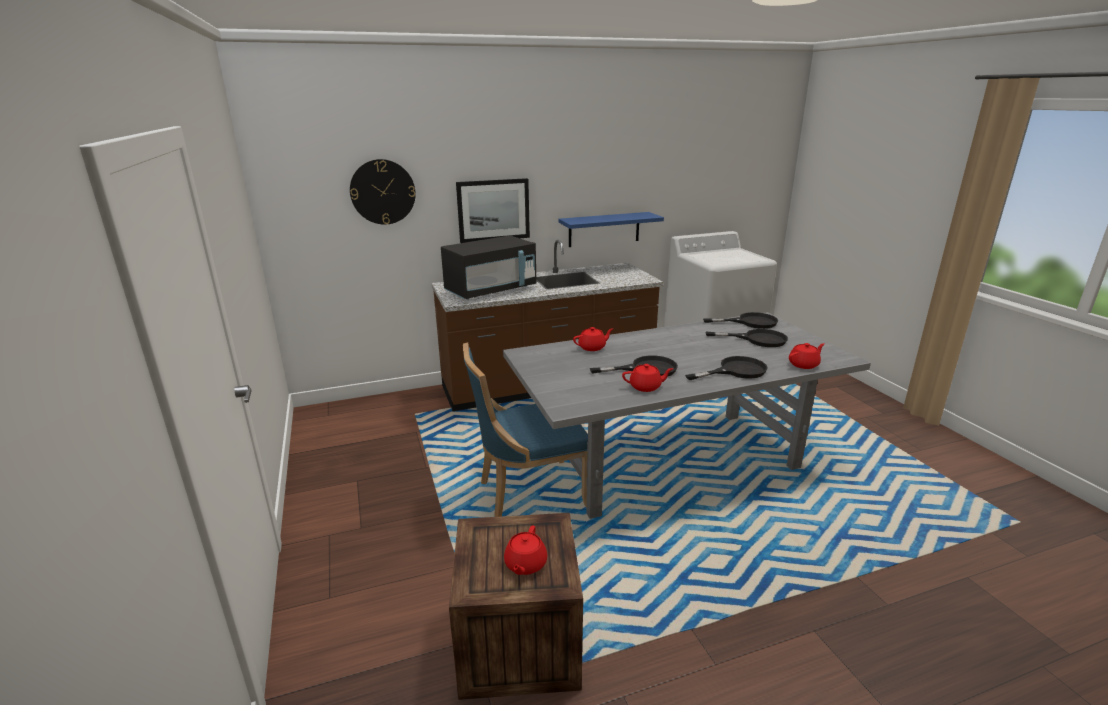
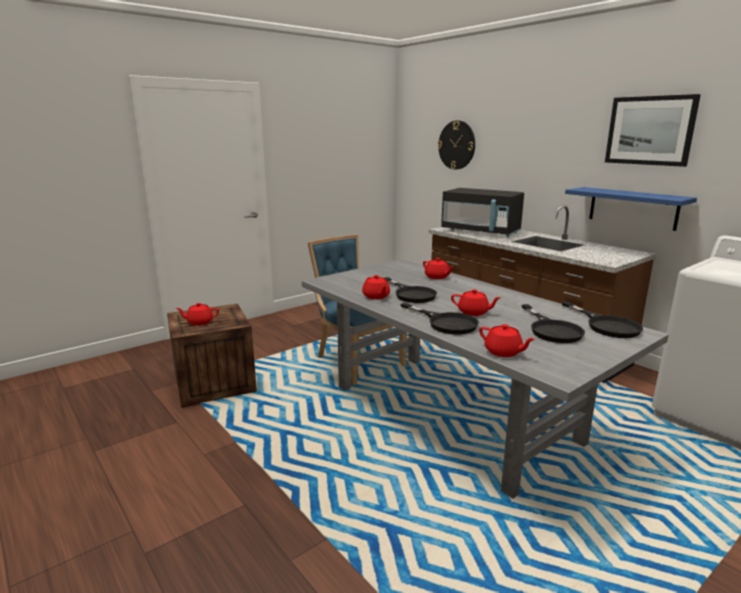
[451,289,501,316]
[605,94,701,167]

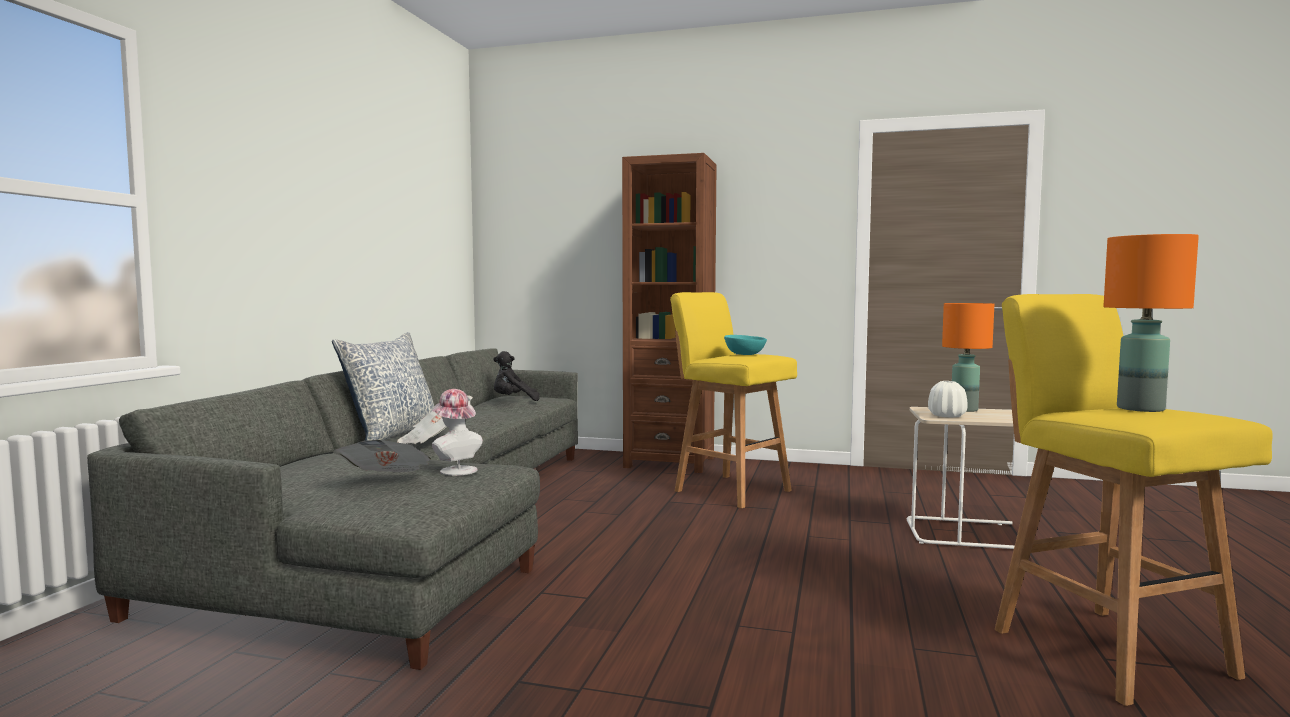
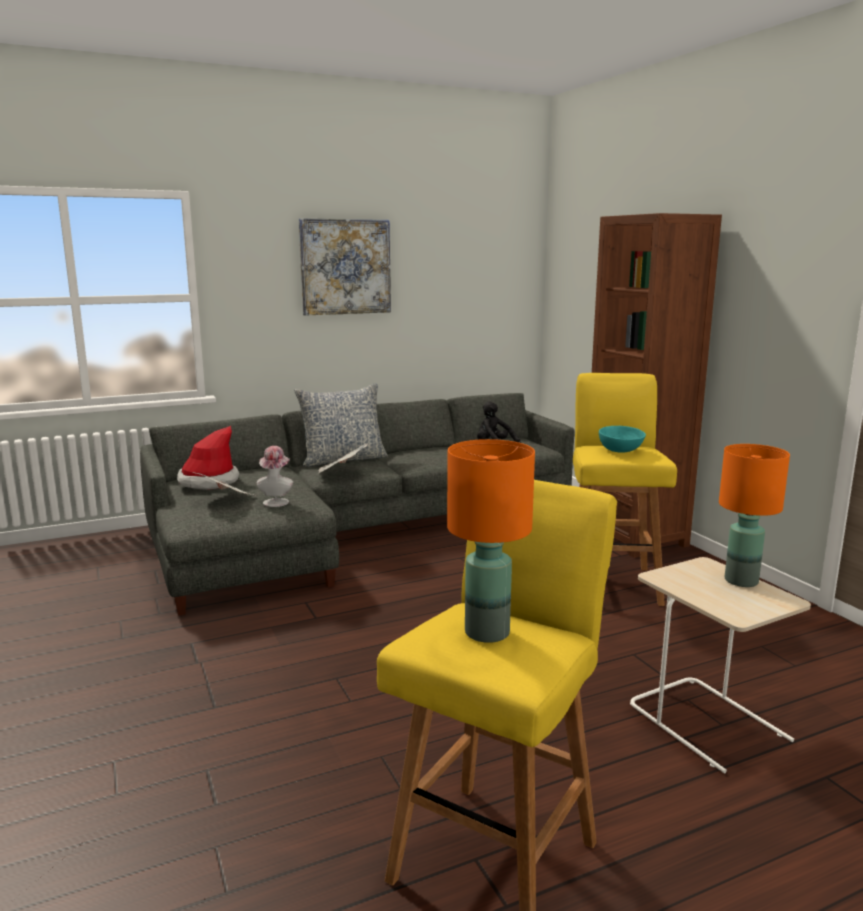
[177,426,239,490]
[299,218,391,316]
[928,381,968,418] (first image)

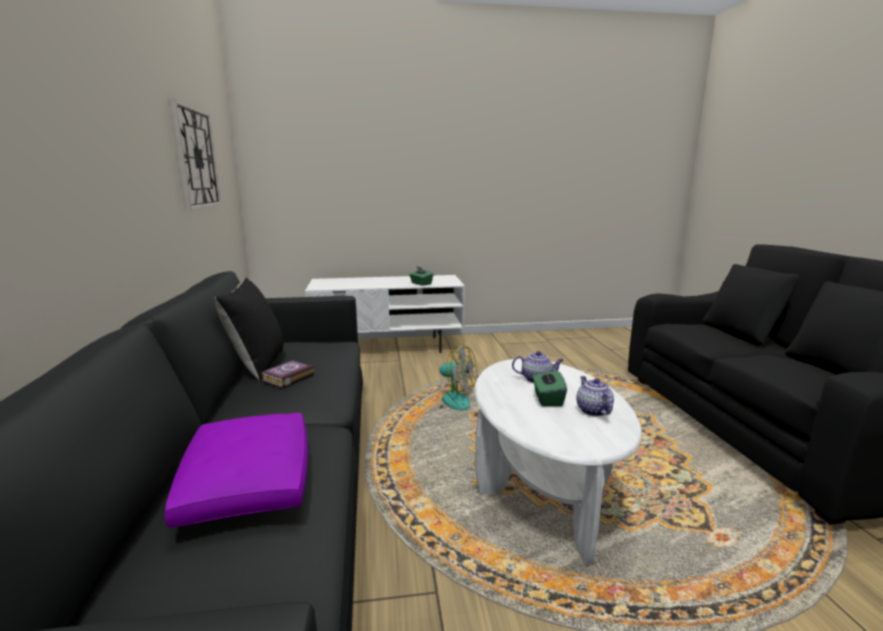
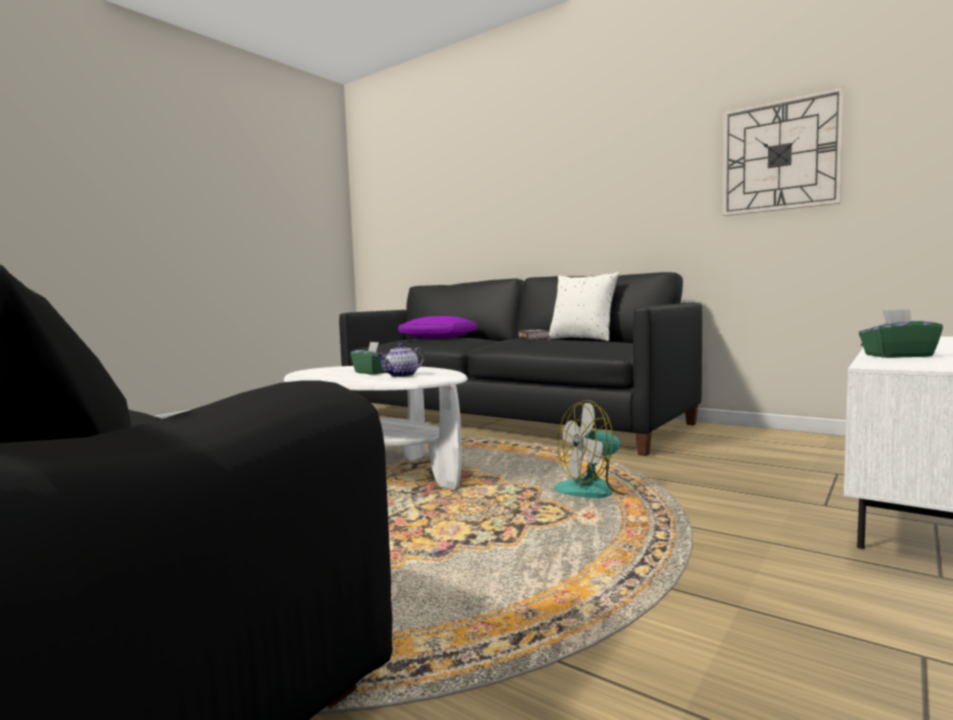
[548,272,619,341]
[576,376,614,416] (first image)

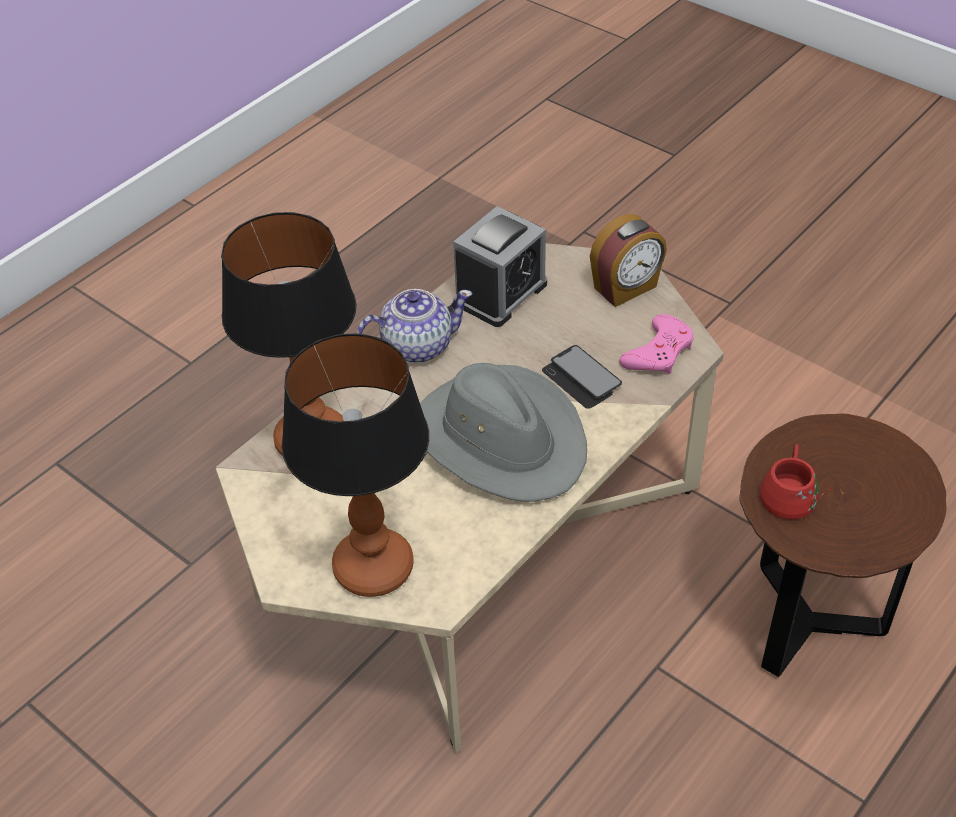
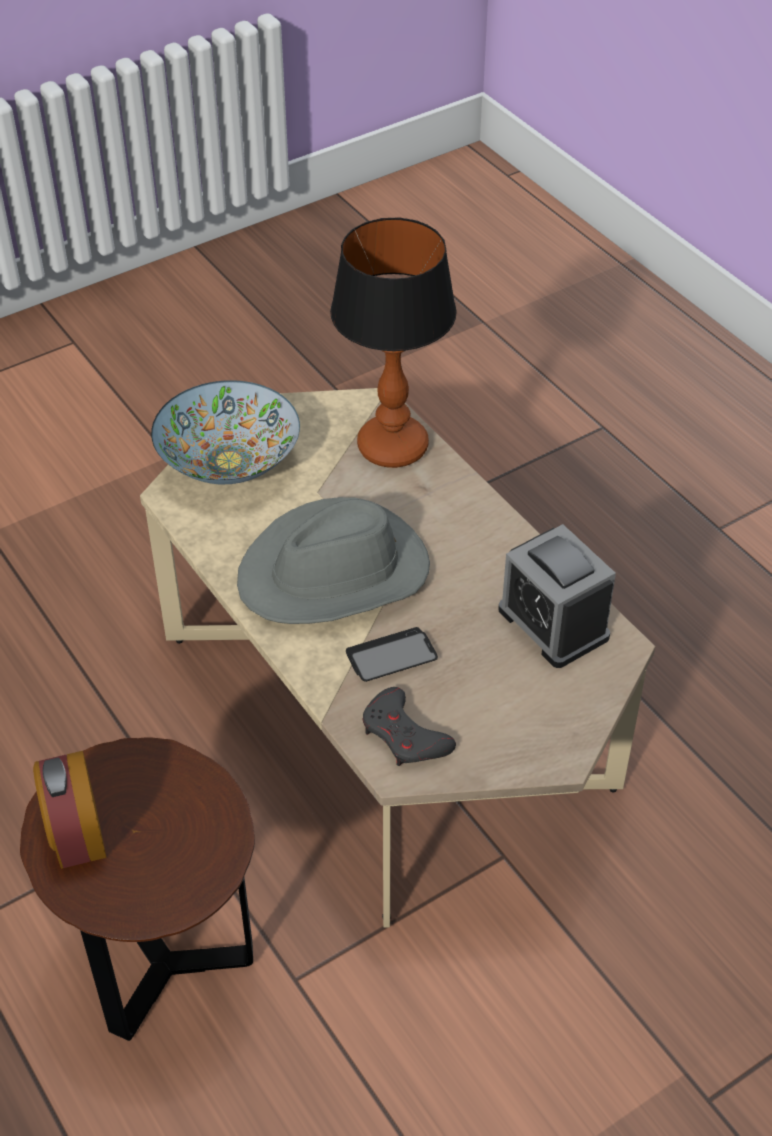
[33,751,106,869]
[151,380,300,484]
[362,687,456,766]
[357,289,472,363] (first image)
[760,444,832,519] (first image)

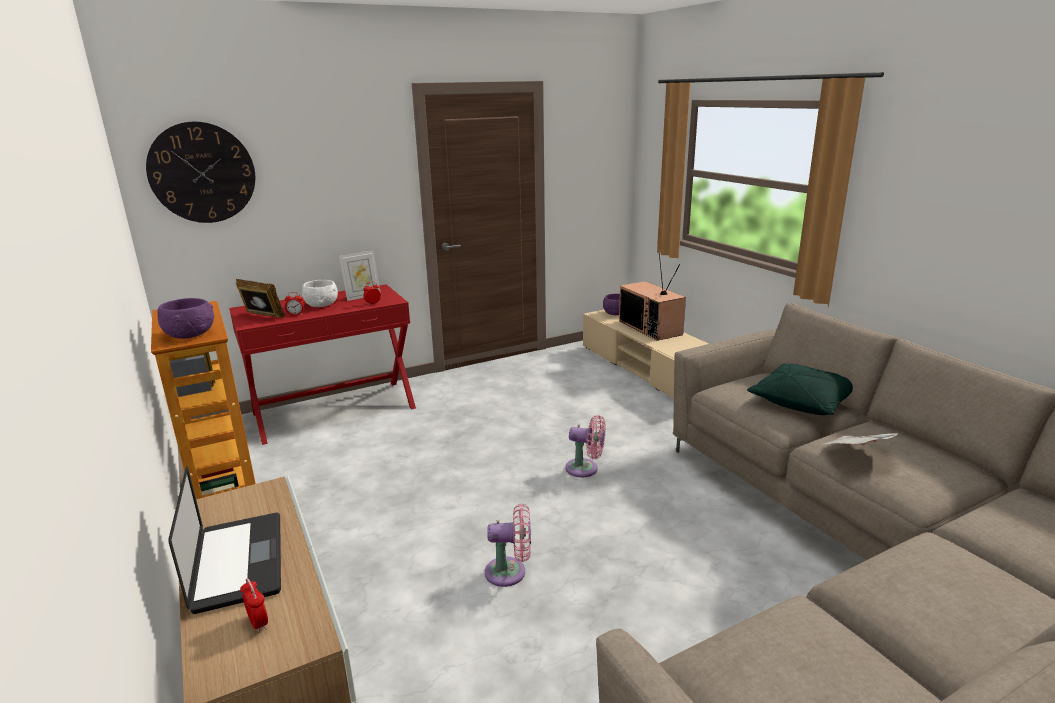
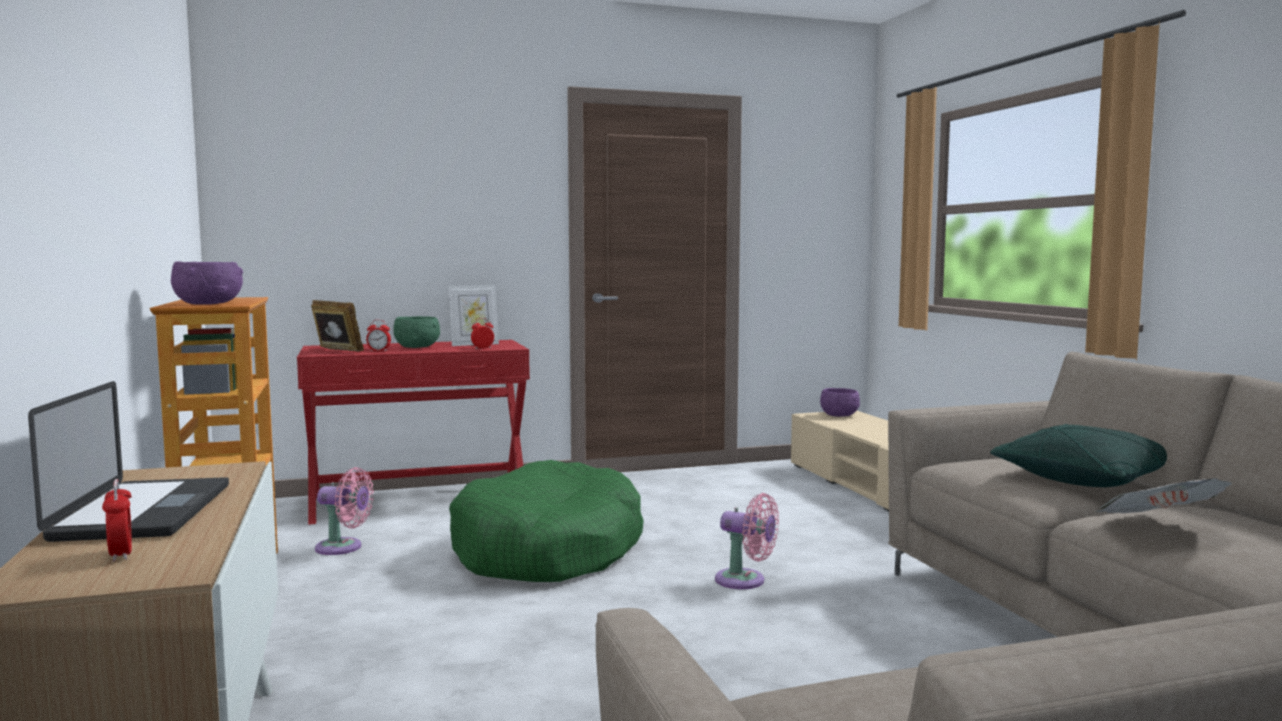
[315,467,374,555]
[393,316,440,348]
[449,460,644,582]
[146,122,255,223] (first image)
[619,253,686,341] (first image)

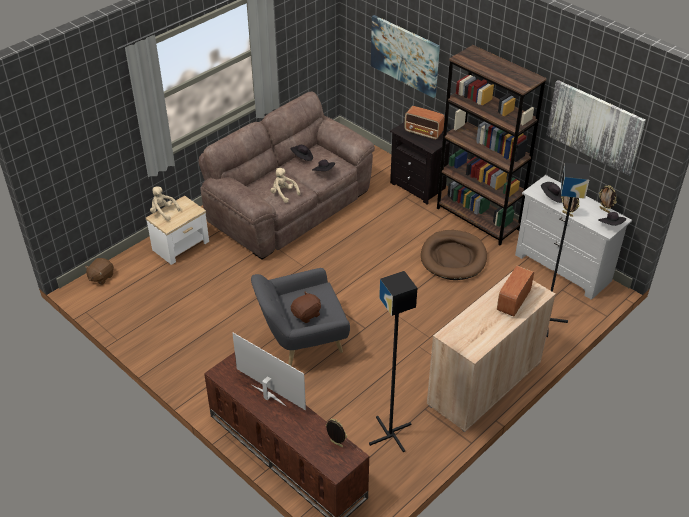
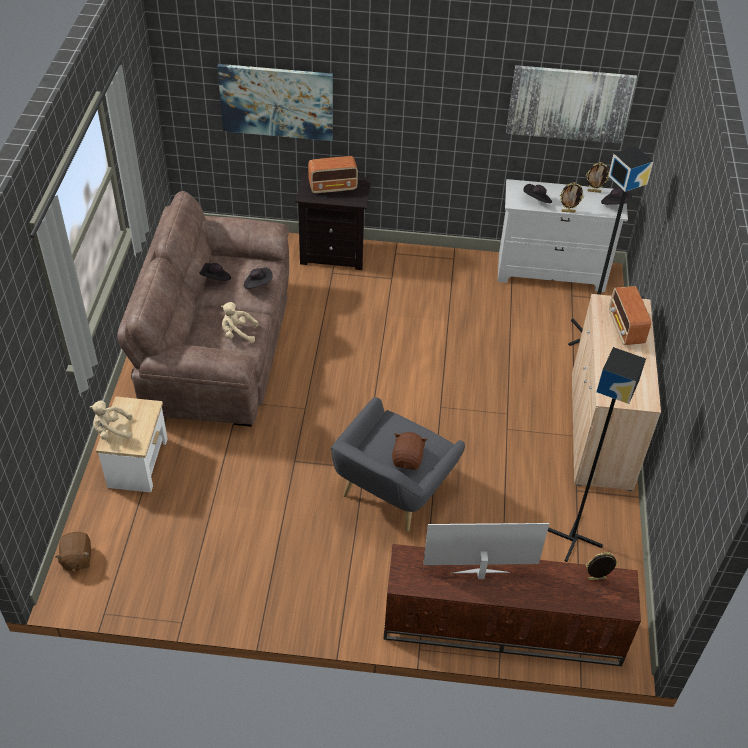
[421,230,487,280] (first image)
[437,45,547,245] (first image)

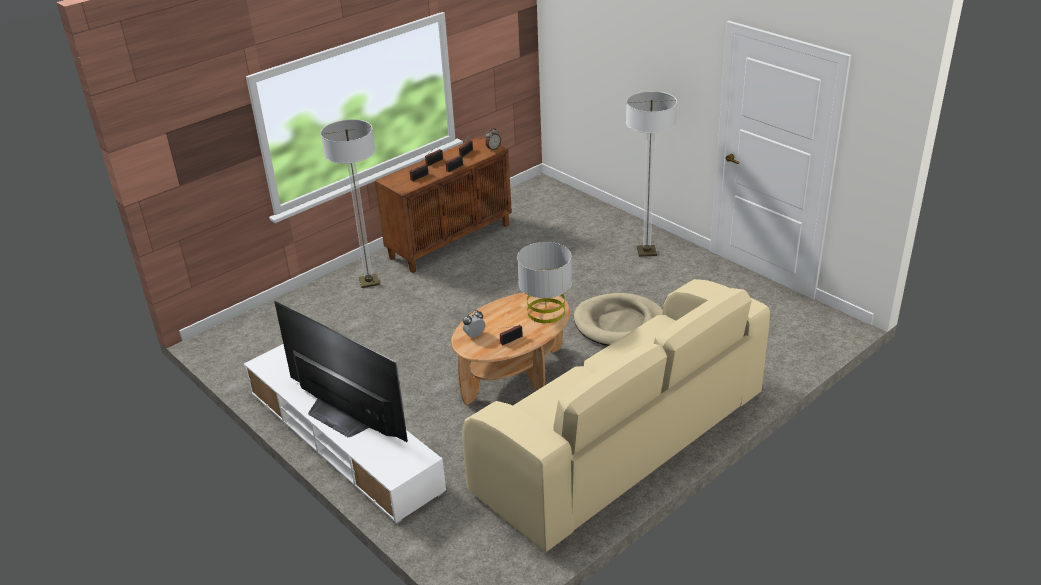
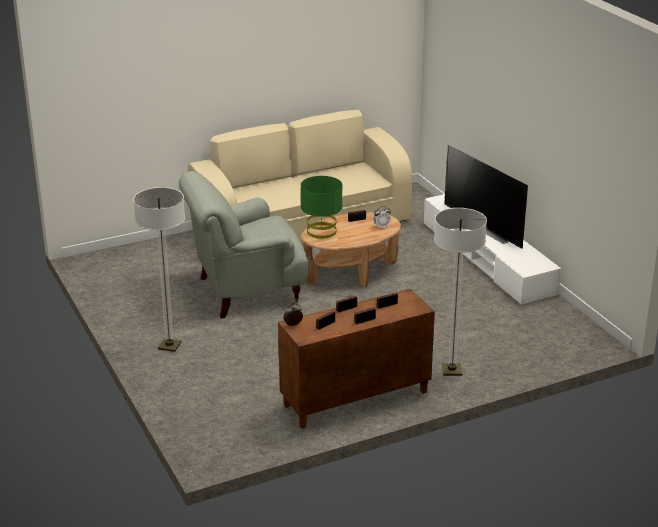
[179,171,308,319]
[301,176,343,239]

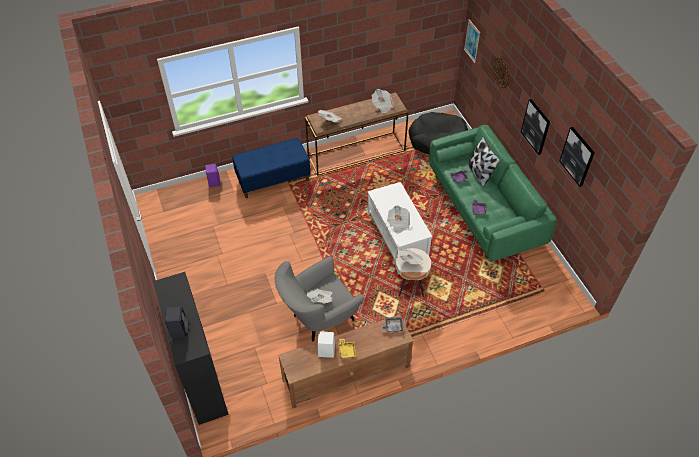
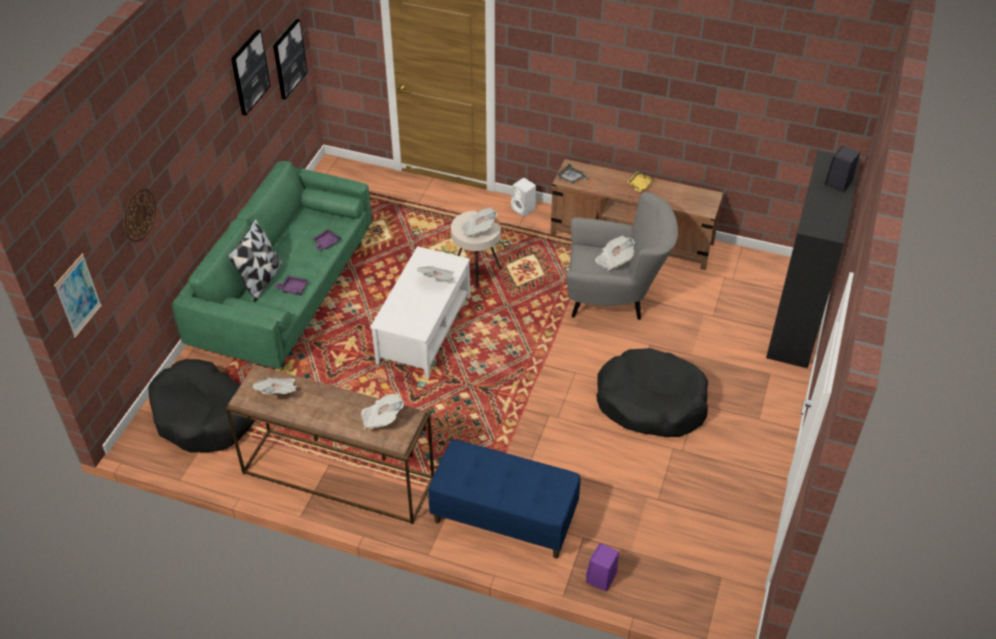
[273,19,308,100]
[511,178,536,217]
[596,348,708,437]

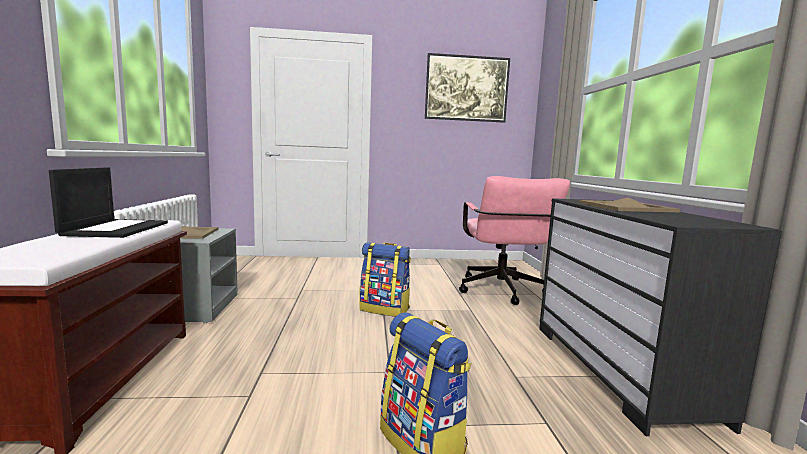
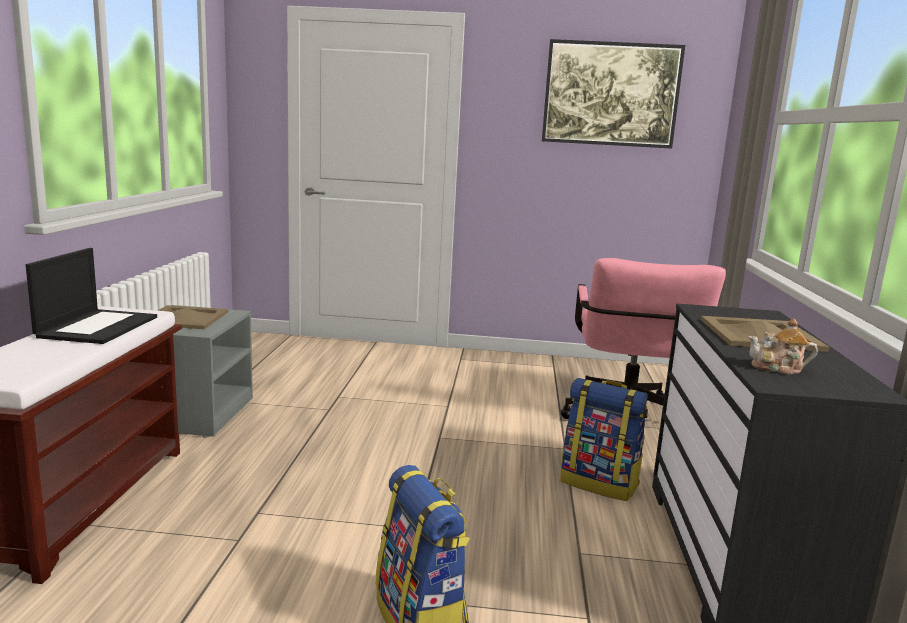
[560,378,648,501]
[748,318,818,375]

